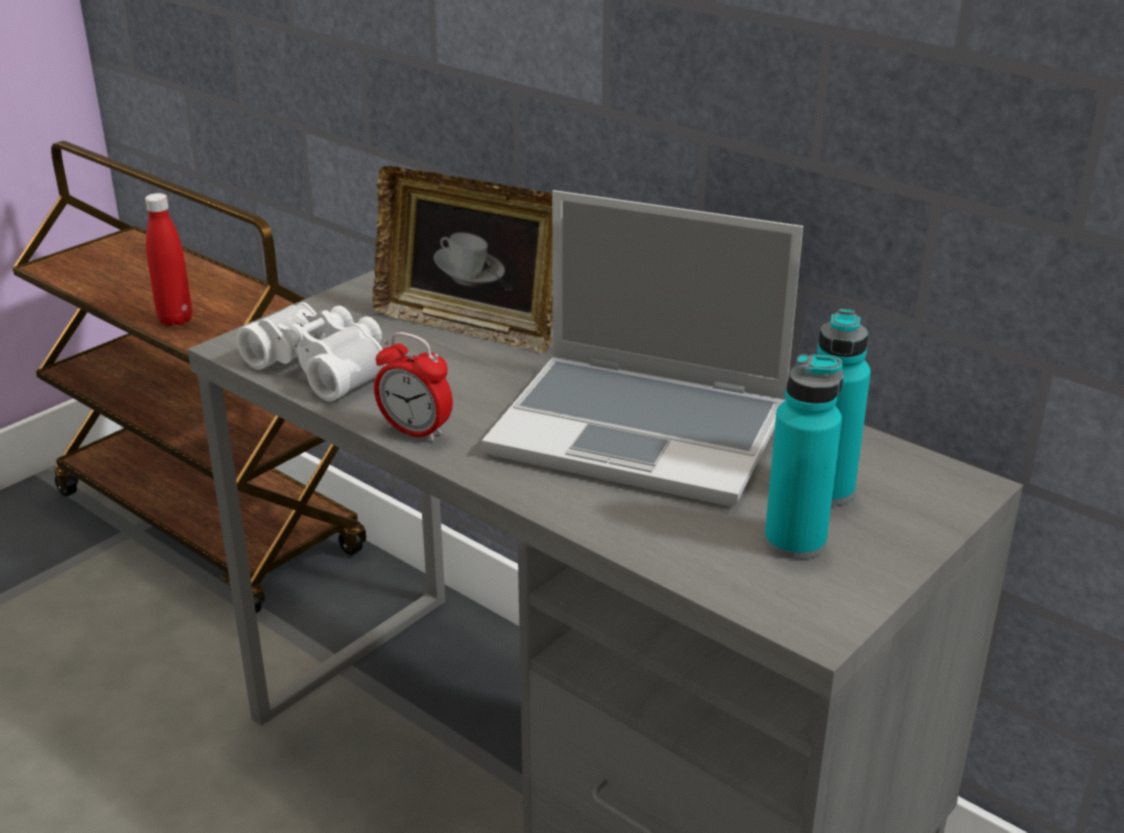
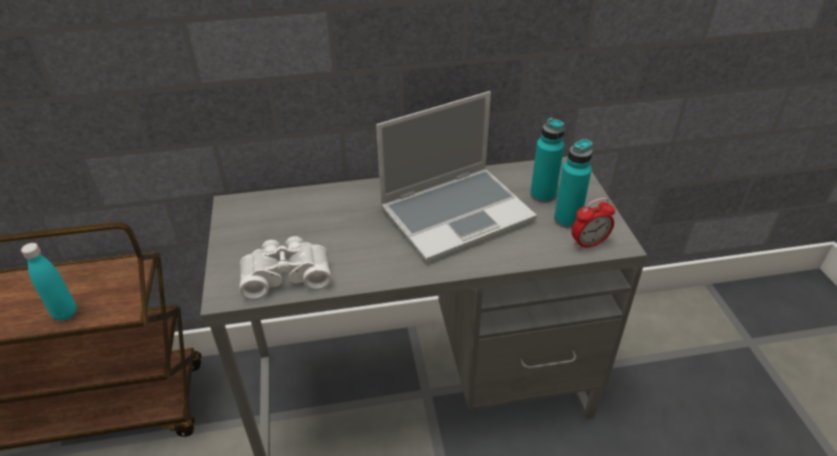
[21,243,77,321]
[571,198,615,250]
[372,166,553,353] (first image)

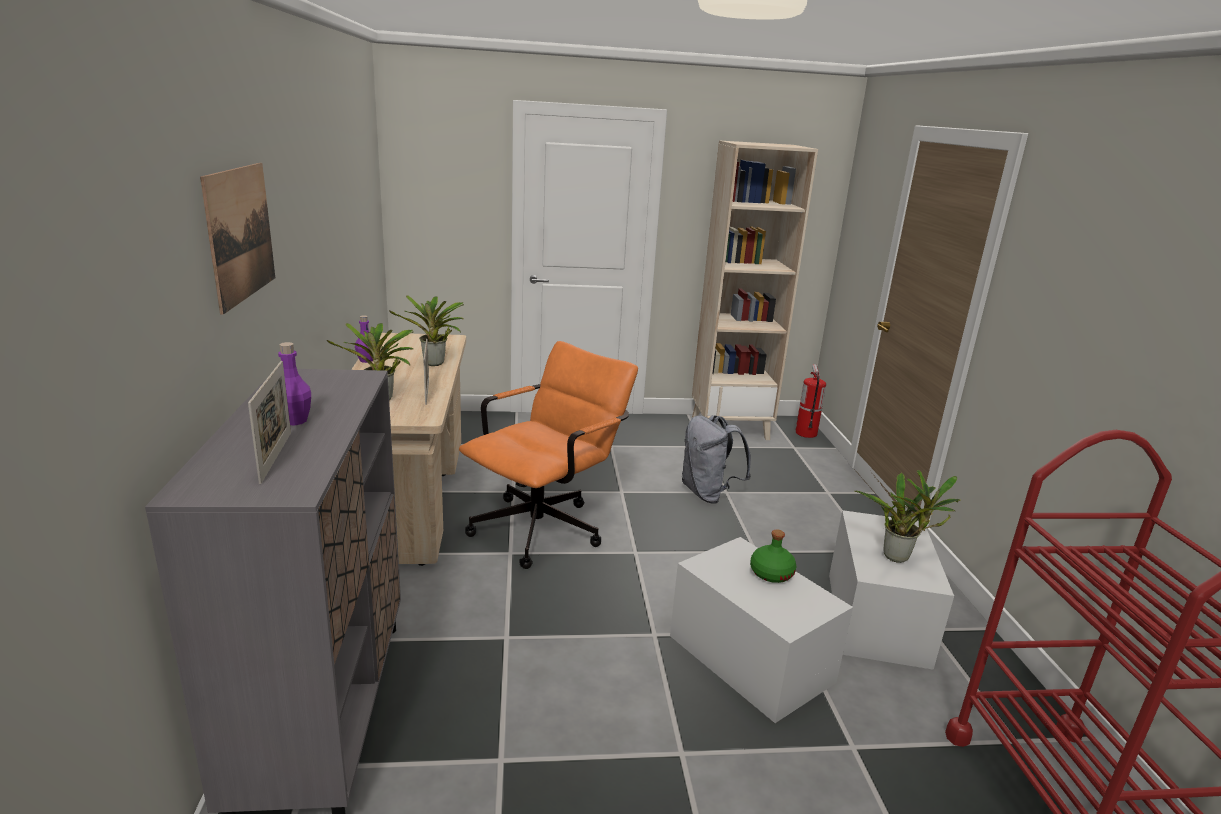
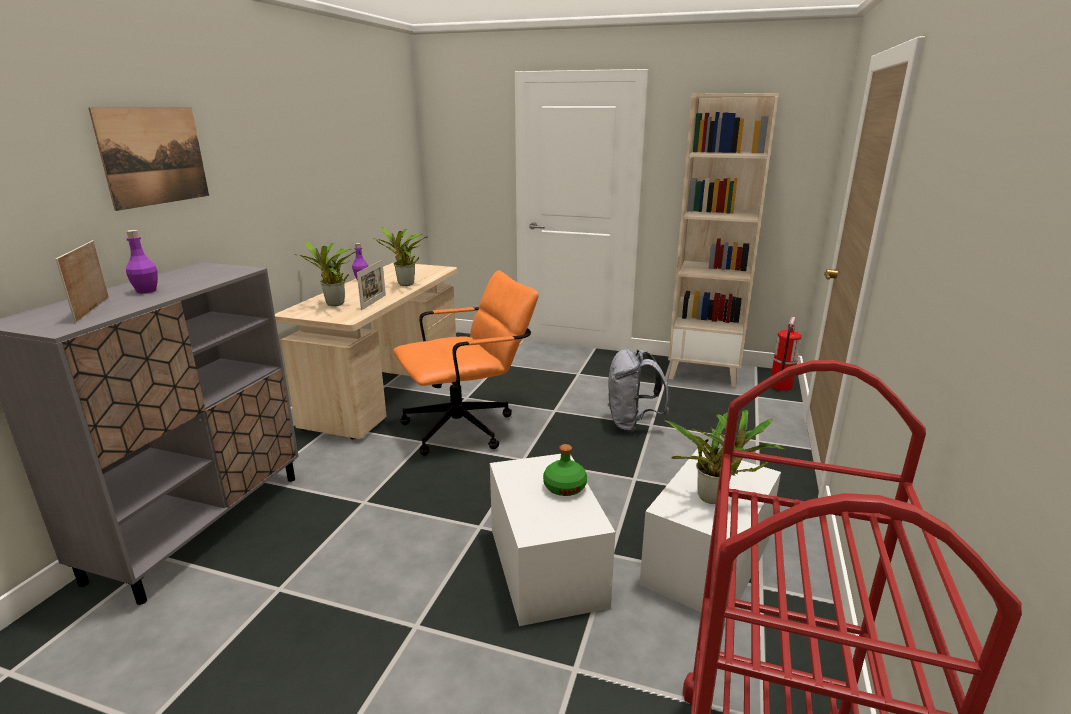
[55,240,109,322]

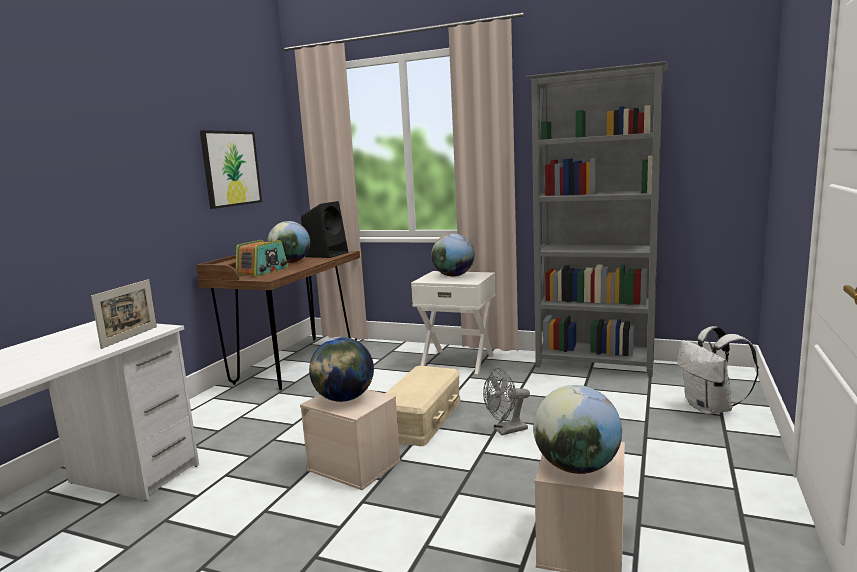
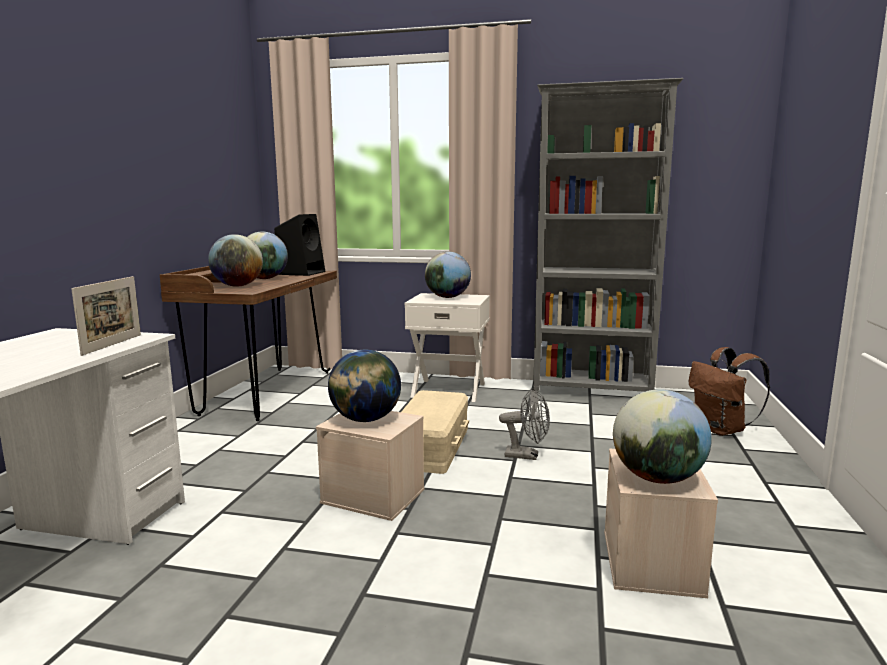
[208,234,263,287]
[499,388,550,460]
[689,347,770,436]
[200,130,262,209] (first image)

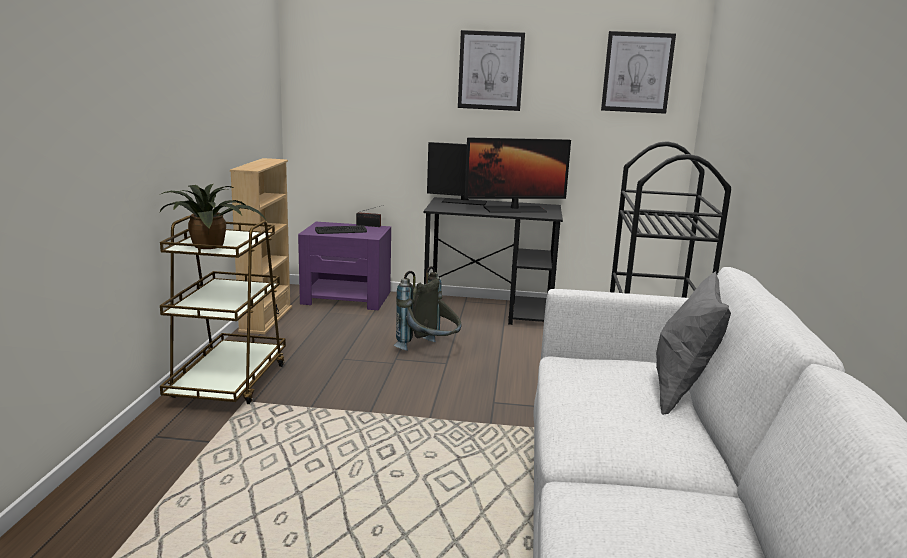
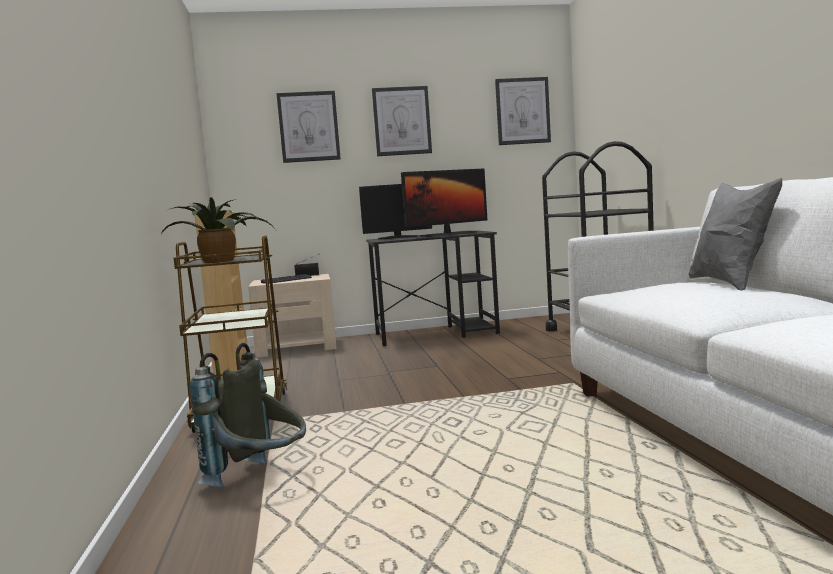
[190,343,306,487]
[248,274,337,358]
[276,91,341,163]

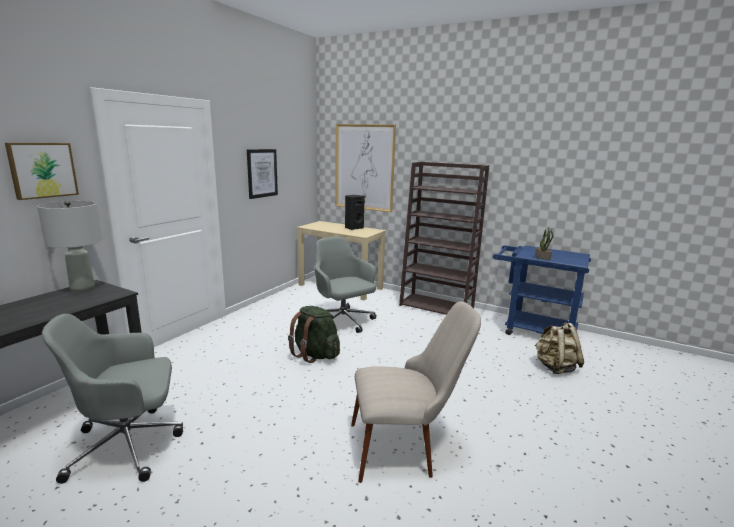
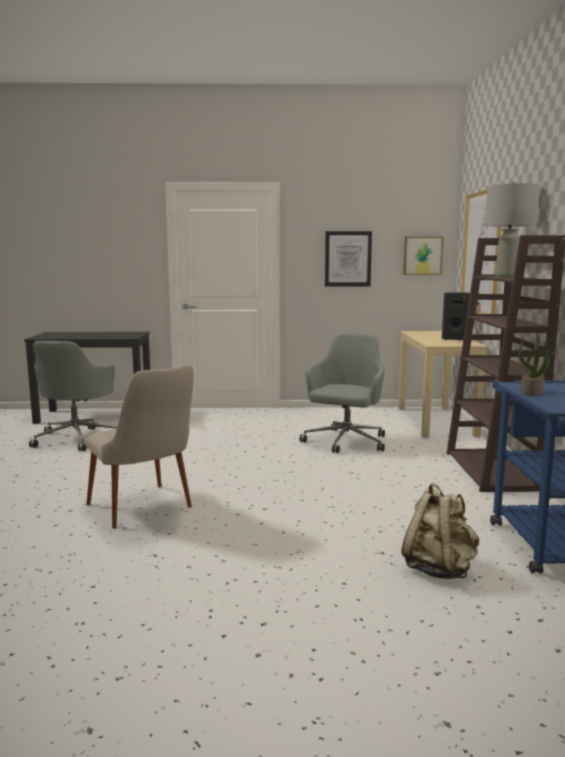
[29,341,117,451]
[404,237,443,275]
[485,182,540,277]
[288,306,340,363] (first image)

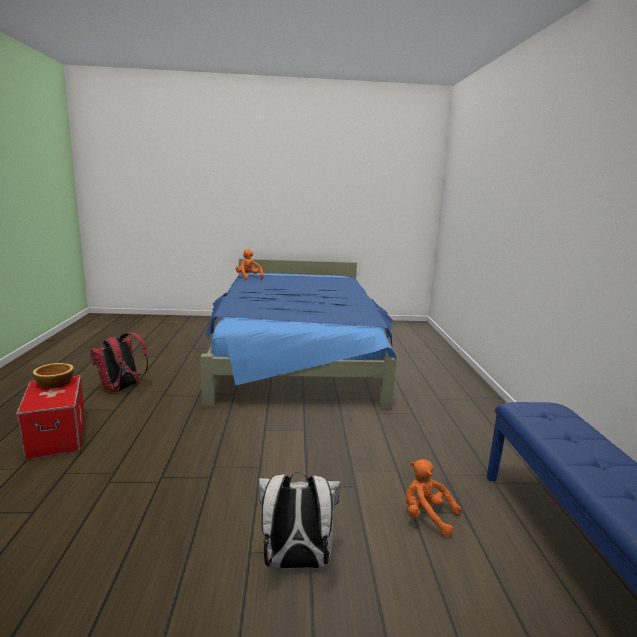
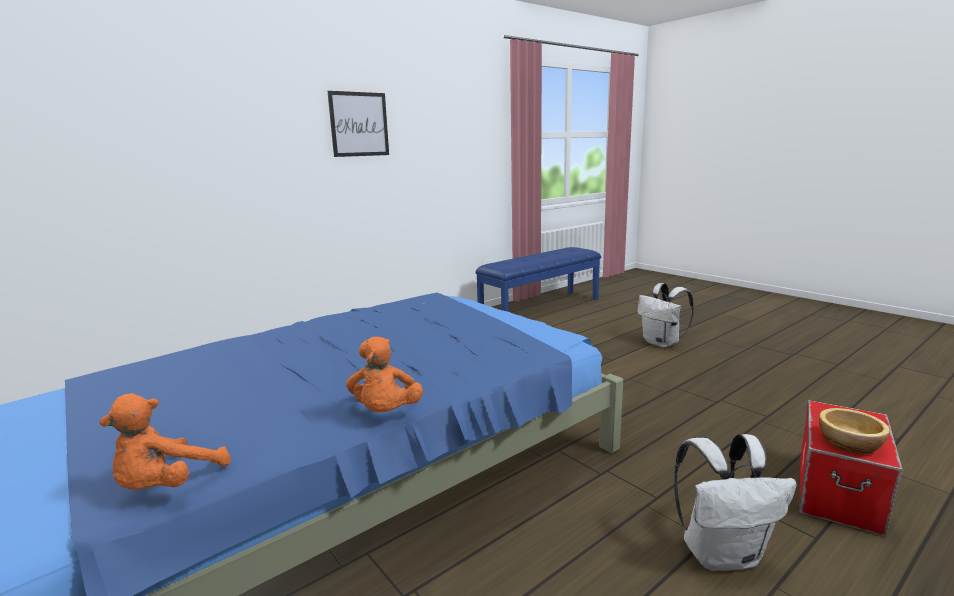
[327,91,389,157]
[346,337,423,412]
[674,434,797,571]

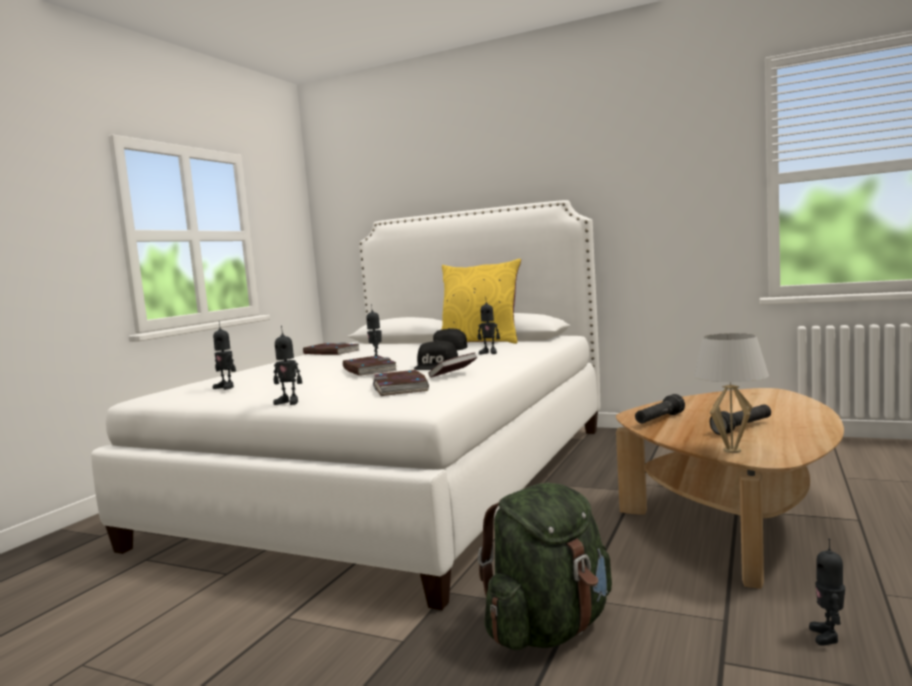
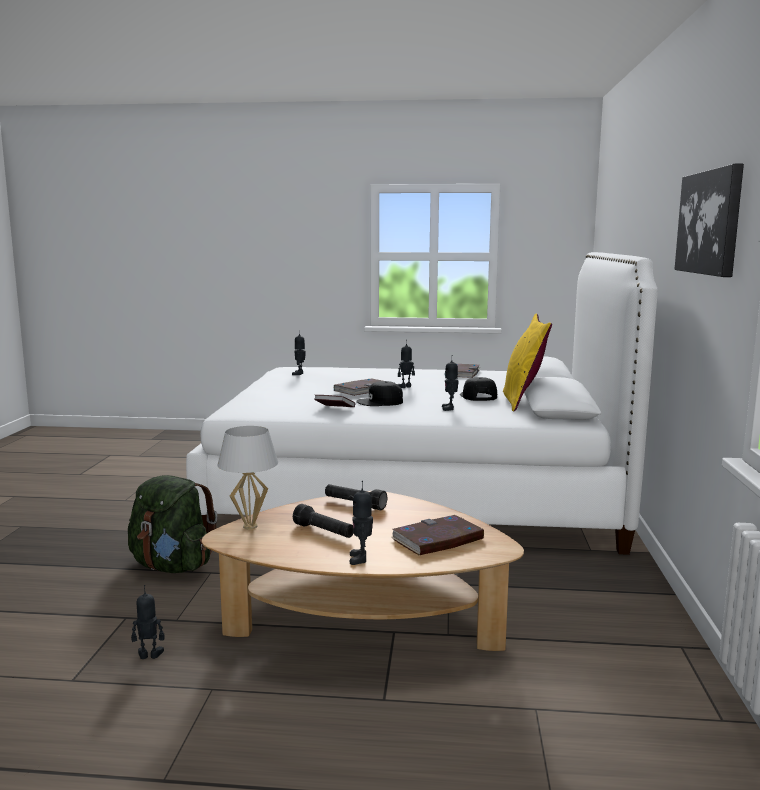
[349,481,373,565]
[391,515,484,555]
[674,163,744,277]

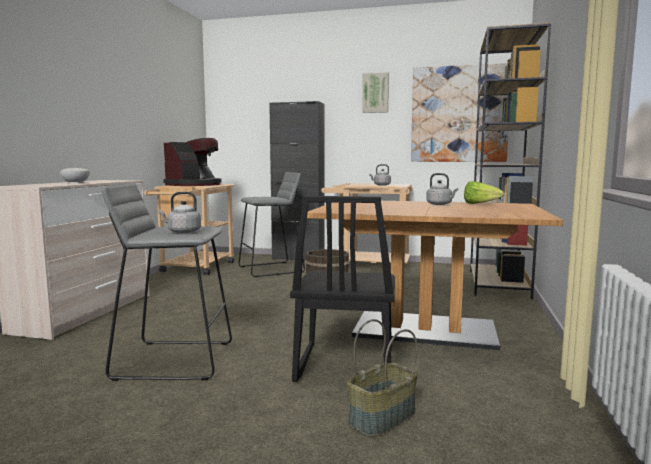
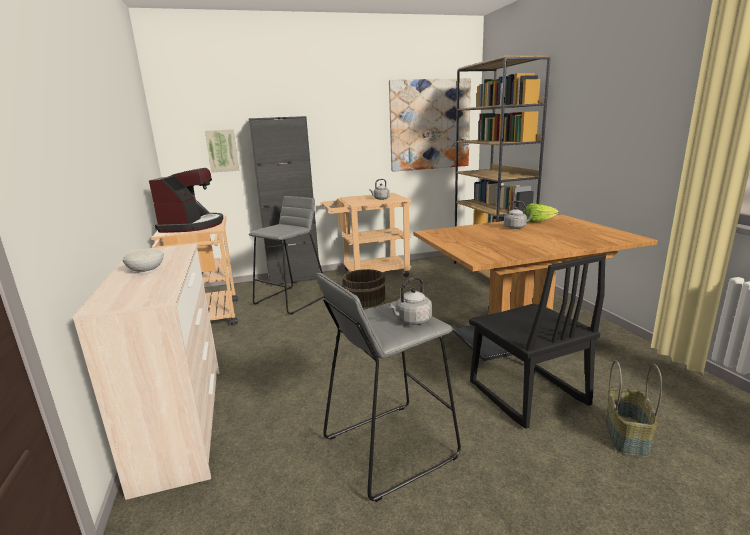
[205,129,239,173]

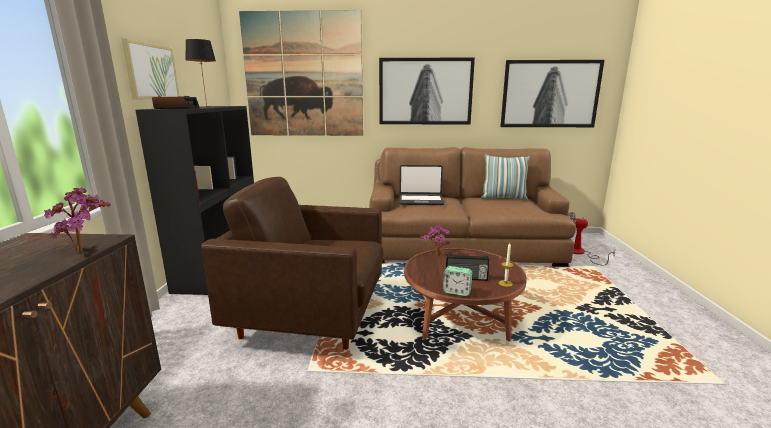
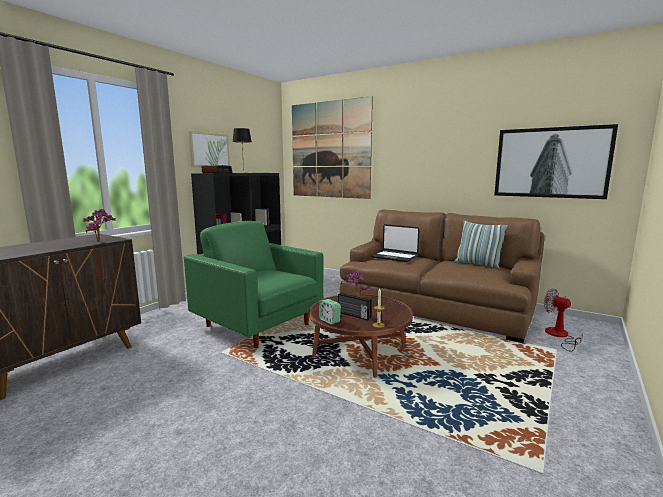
[184,221,323,348]
[379,57,475,125] (first image)

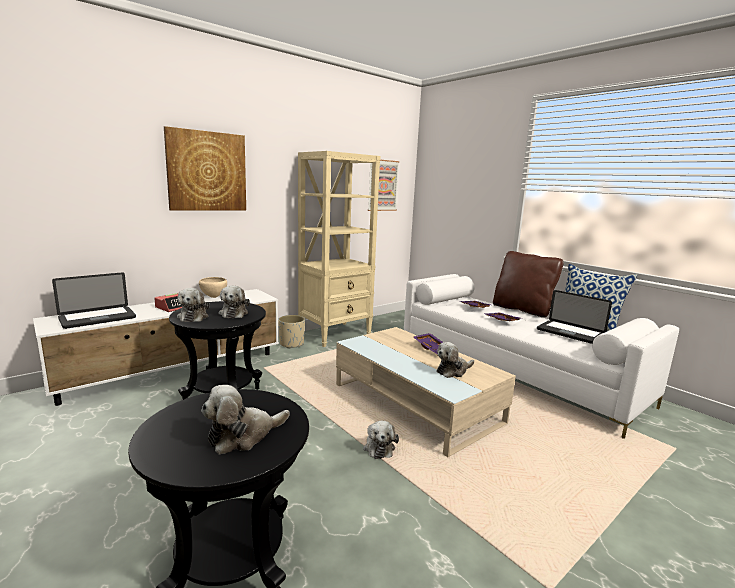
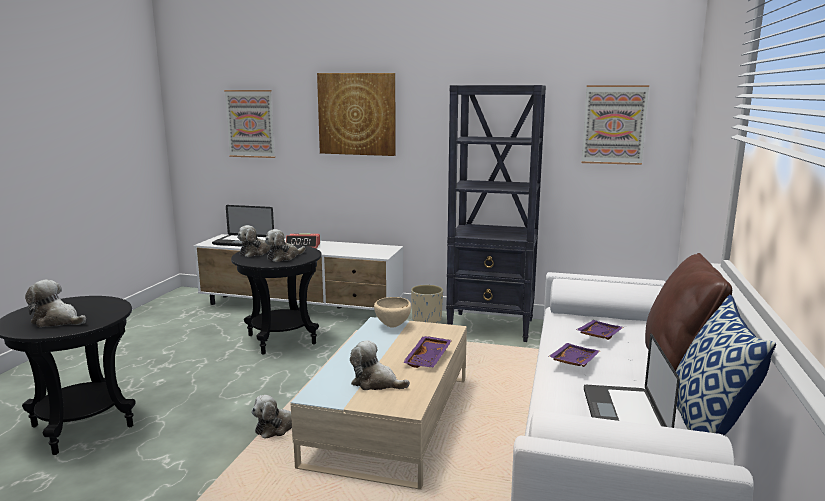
[224,90,275,158]
[374,297,411,328]
[446,85,546,342]

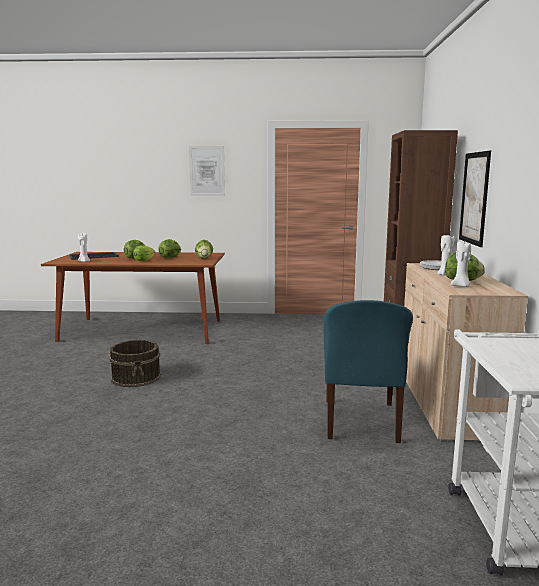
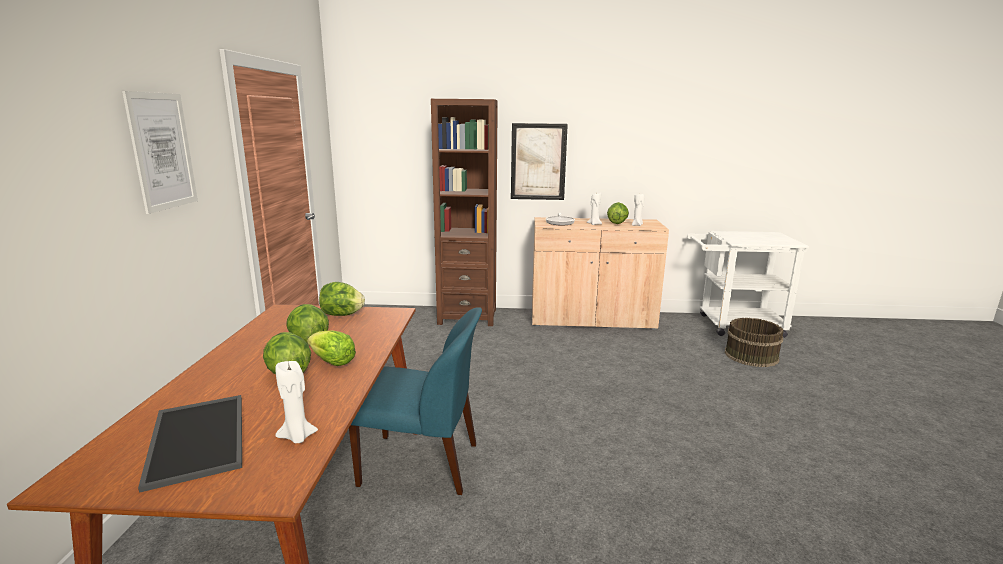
[349,307,482,495]
[725,318,784,367]

